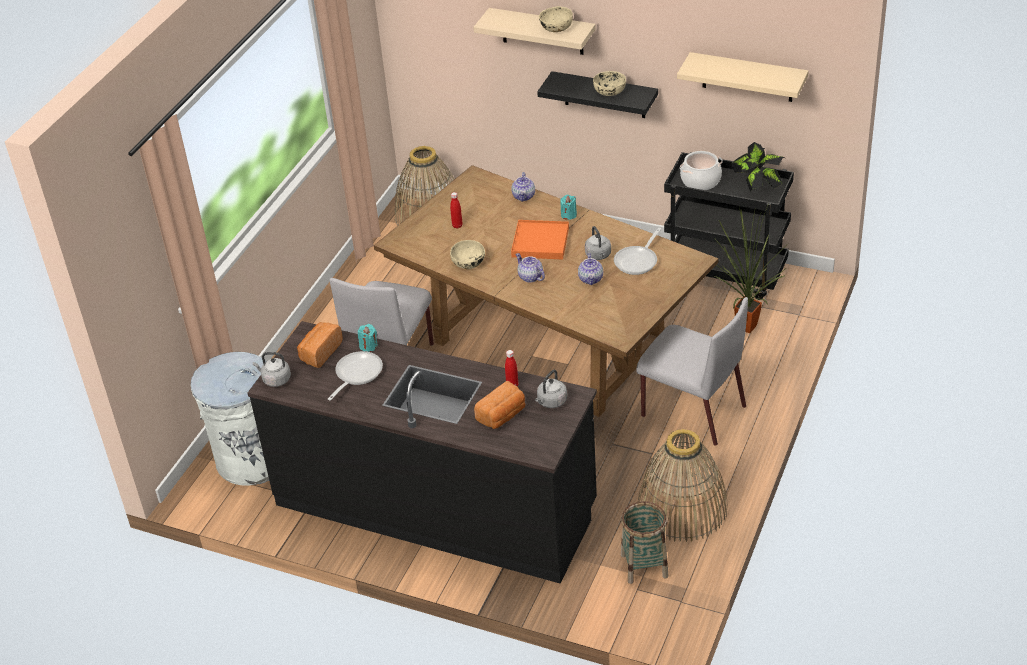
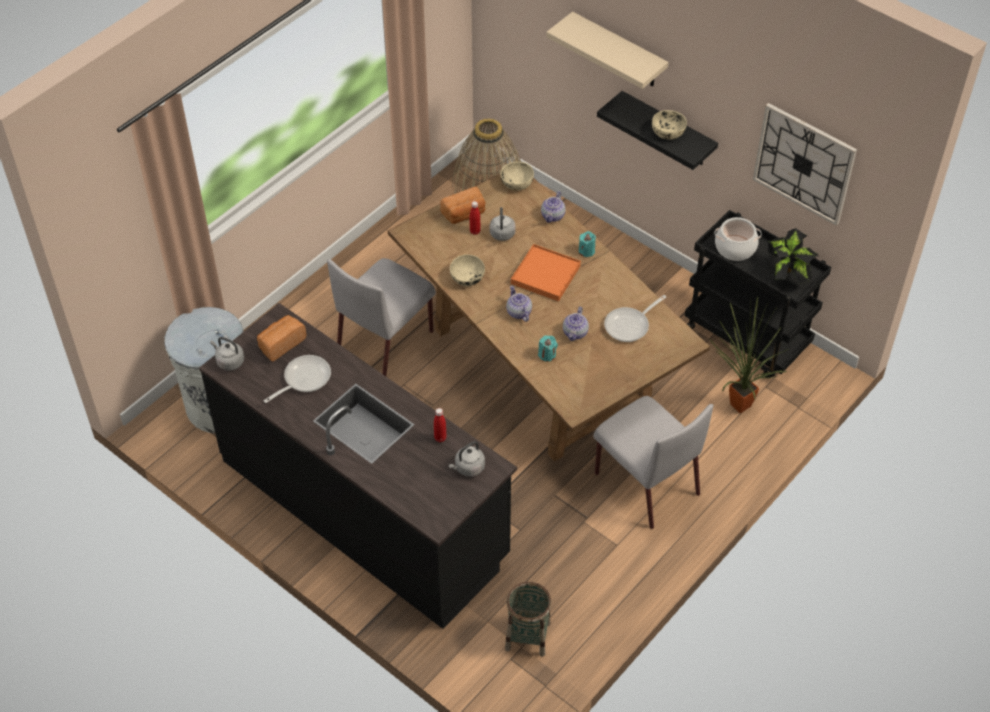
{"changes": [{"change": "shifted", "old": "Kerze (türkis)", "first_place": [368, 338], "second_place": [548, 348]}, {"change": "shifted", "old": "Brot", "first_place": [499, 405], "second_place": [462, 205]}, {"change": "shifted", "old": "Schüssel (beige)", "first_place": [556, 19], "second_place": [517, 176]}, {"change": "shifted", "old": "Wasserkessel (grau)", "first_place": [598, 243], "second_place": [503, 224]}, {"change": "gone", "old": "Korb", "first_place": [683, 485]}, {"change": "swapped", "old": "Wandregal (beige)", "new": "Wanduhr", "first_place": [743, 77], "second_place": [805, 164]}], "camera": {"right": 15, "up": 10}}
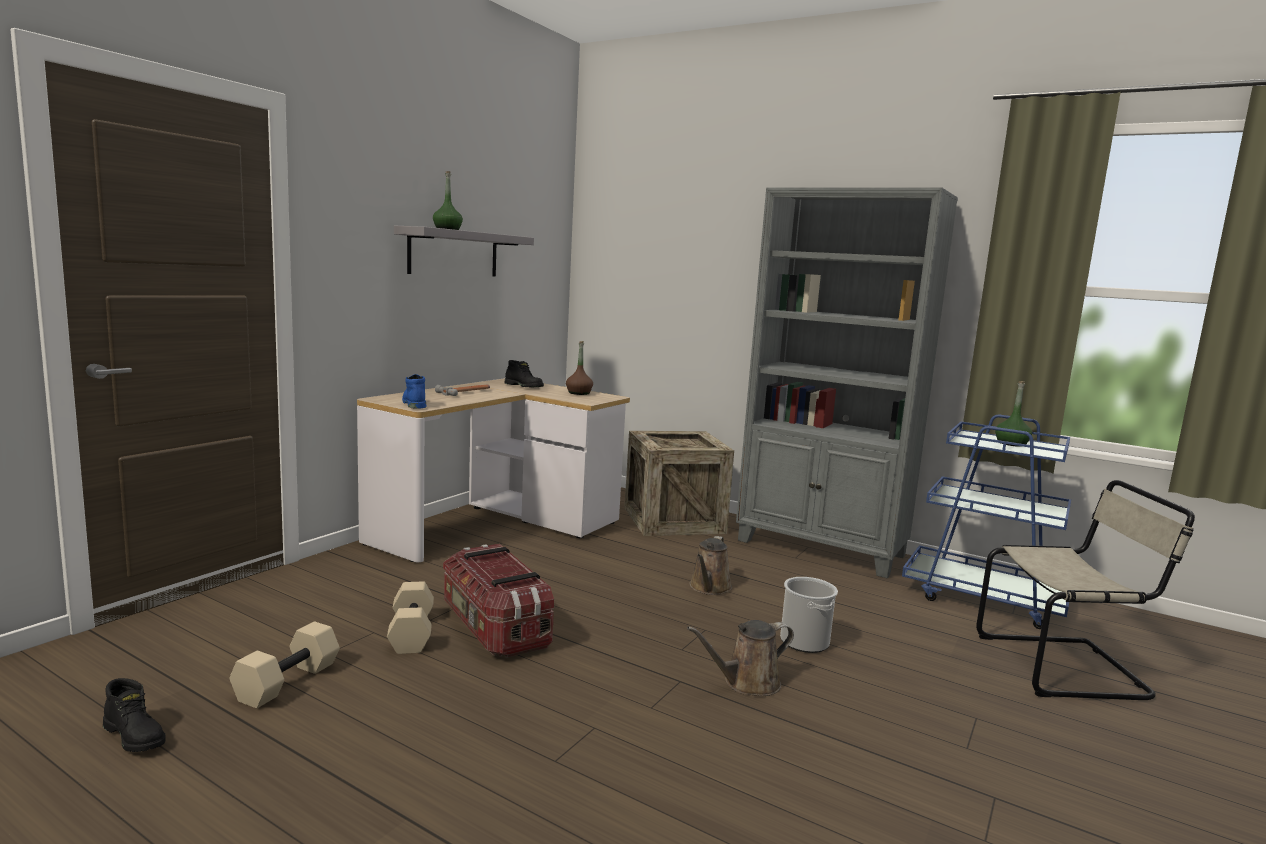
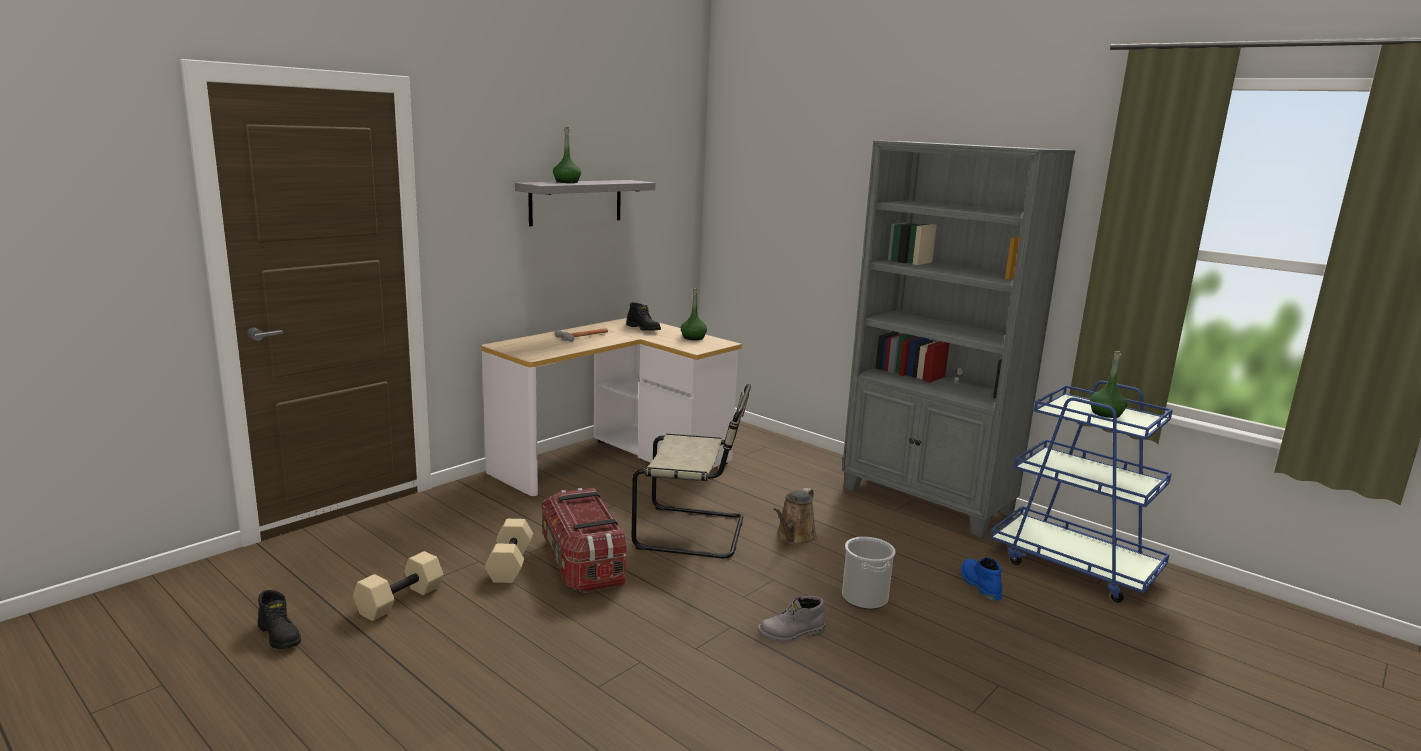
{"changes": [{"change": "shifted", "old": "Stiefel (blau)", "first_place": [414, 391], "second_place": [981, 579]}, {"change": "repainted", "old": "Flasche (braun)", "new": "Flasche (grün)", "first_place": [579, 368], "second_place": [694, 314]}, {"change": "gone", "old": "Kiste", "first_place": [679, 483]}, {"change": "swapped", "old": "Gießkanne (braun)", "new": "Stiefel (grau)", "first_place": [740, 658], "second_place": [791, 619]}, {"change": "shifted", "old": "Stuhl (beige)", "first_place": [1085, 590], "second_place": [691, 471]}], "camera": {"right": 10, "up": 5}}
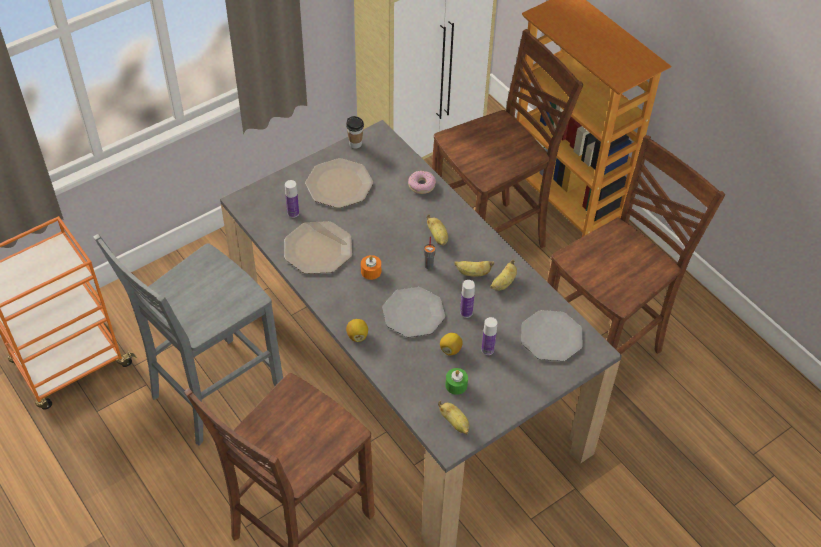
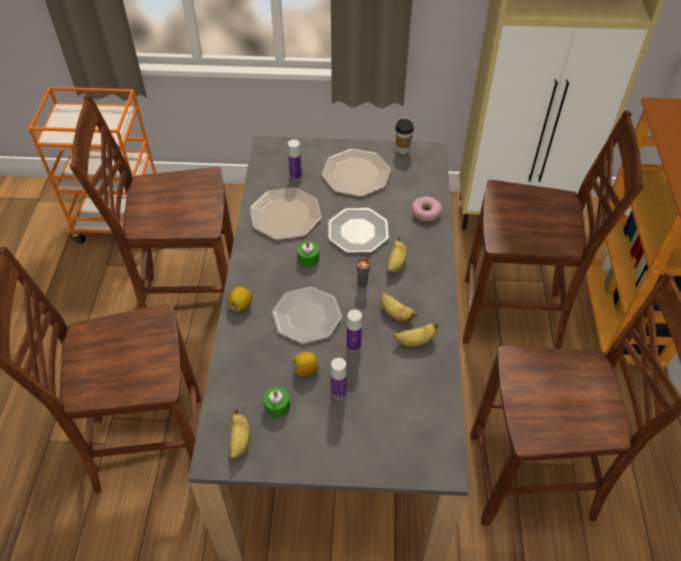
{"changes": [{"change": "repainted", "old": "Stuhl (grau)", "new": "Stuhl (braun)", "first_place": [188, 340], "second_place": [151, 201]}, {"change": "repainted", "old": "Kerze (orange)", "new": "Kerze (grün)", "first_place": [371, 267], "second_place": [308, 254]}, {"change": "shifted", "old": "Teller", "first_place": [551, 335], "second_place": [358, 230]}], "camera": {"right": 40, "up": 0}}
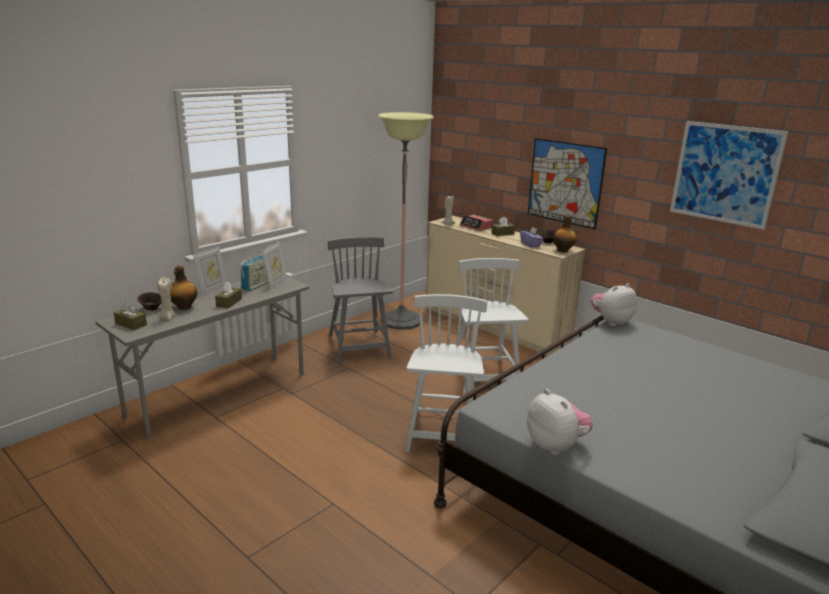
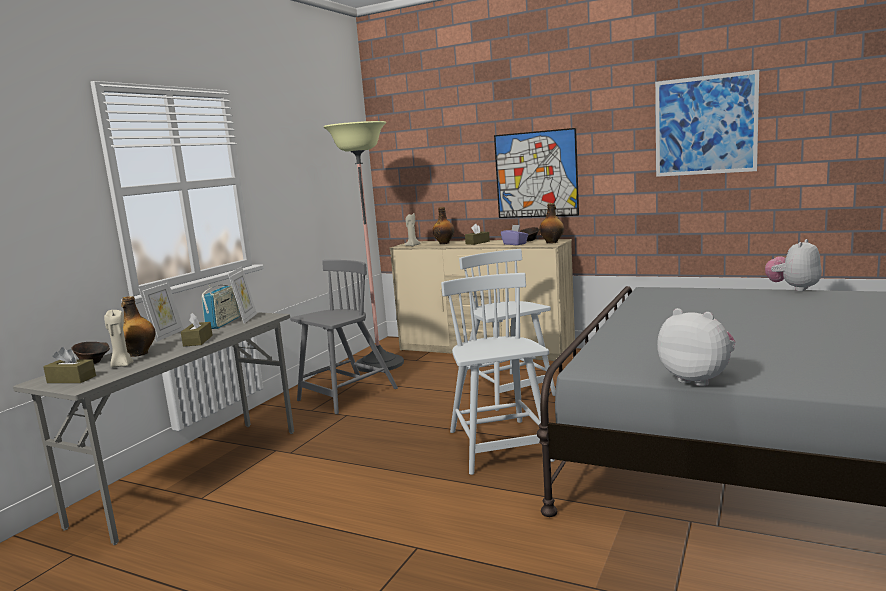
{"changes": [{"change": "rotated", "old": "Stuhl (grau)", "first_place": [360, 300], "second_place": [344, 337], "degrees": 75}, {"change": "swapped", "old": "Wecker", "new": "Flasche", "first_place": [476, 223], "second_place": [443, 225]}, {"change": "shifted", "old": "Plüschtier", "first_place": [614, 304], "second_place": [793, 265]}], "camera": {"right": -15, "up": -10}}
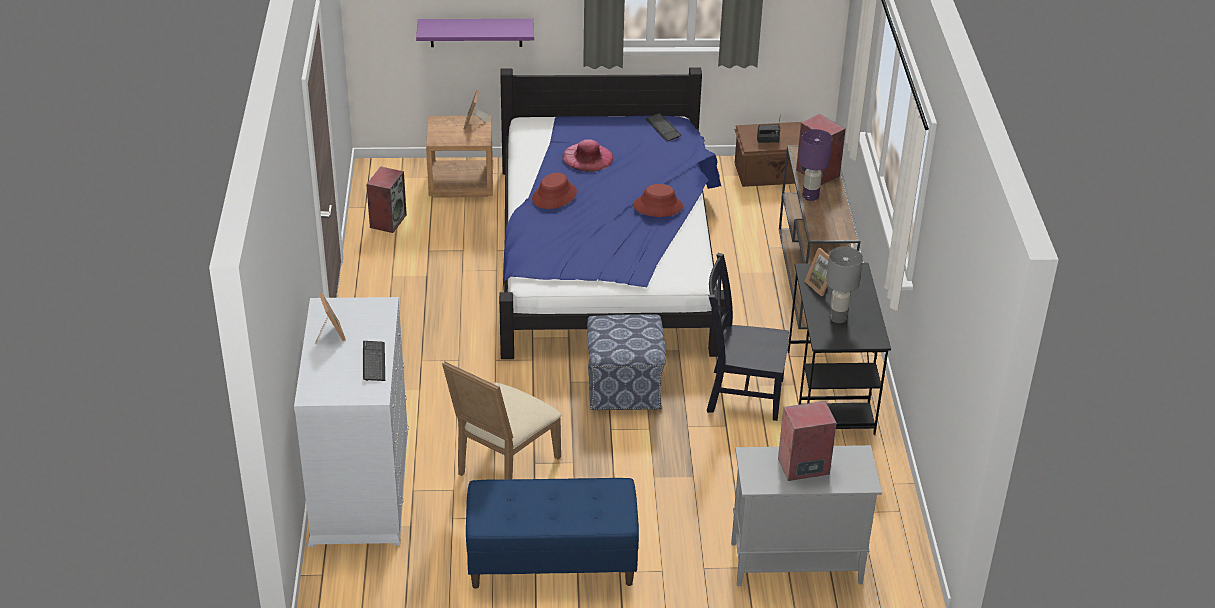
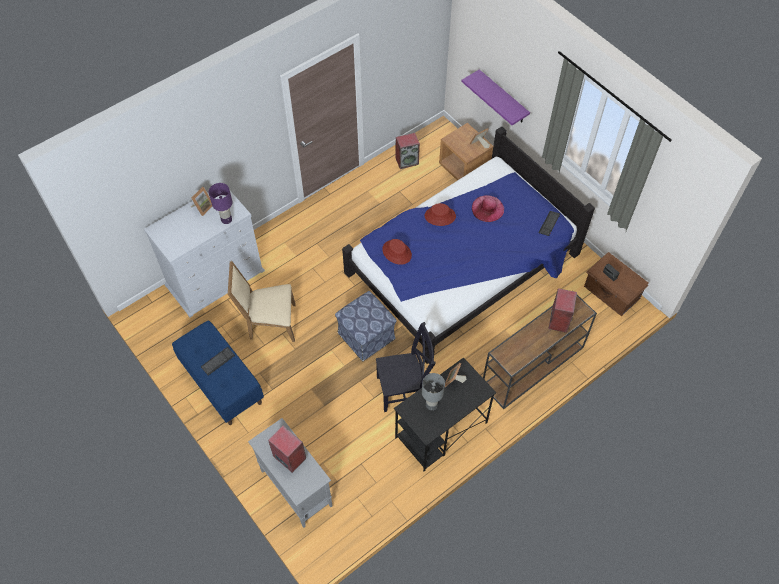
{"changes": [{"change": "shifted", "old": "Tastatur", "first_place": [374, 361], "second_place": [218, 361]}, {"change": "shifted", "old": "Hut (rot)", "first_place": [658, 200], "second_place": [397, 252]}, {"change": "rotated", "old": "Stuhl (schwarz)", "first_place": [748, 337], "second_place": [405, 367], "degrees": 105}, {"change": "shifted", "old": "Tischlampe (lila)", "first_place": [816, 165], "second_place": [220, 203]}], "camera": {"right": 55, "up": 20}}
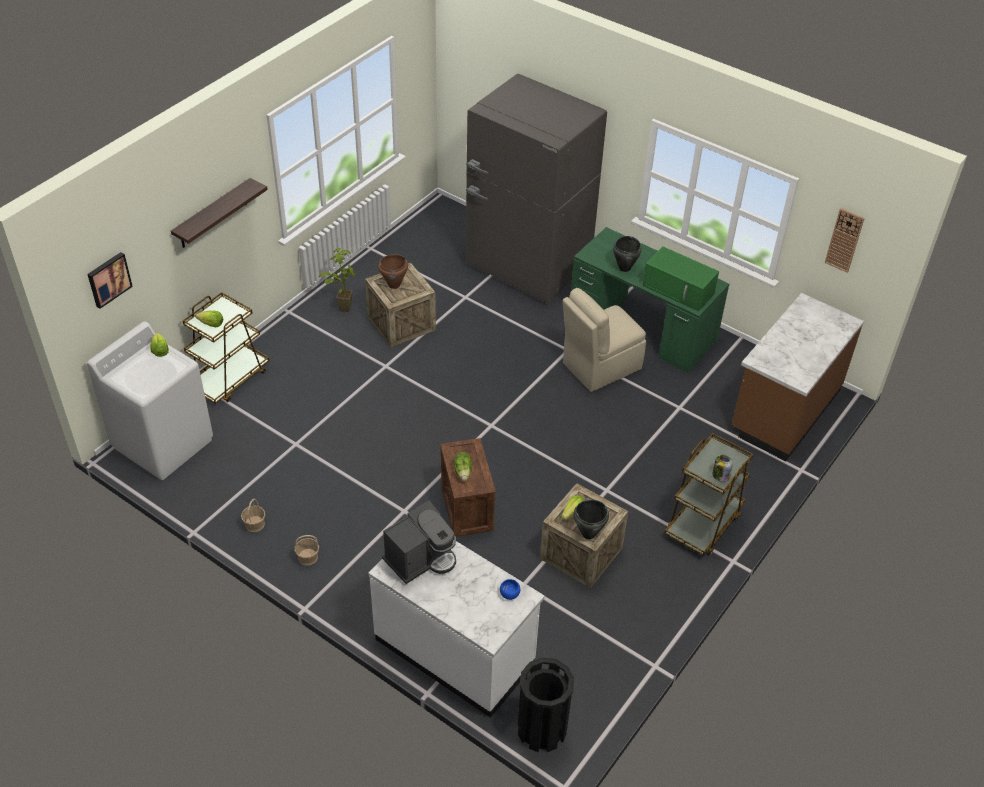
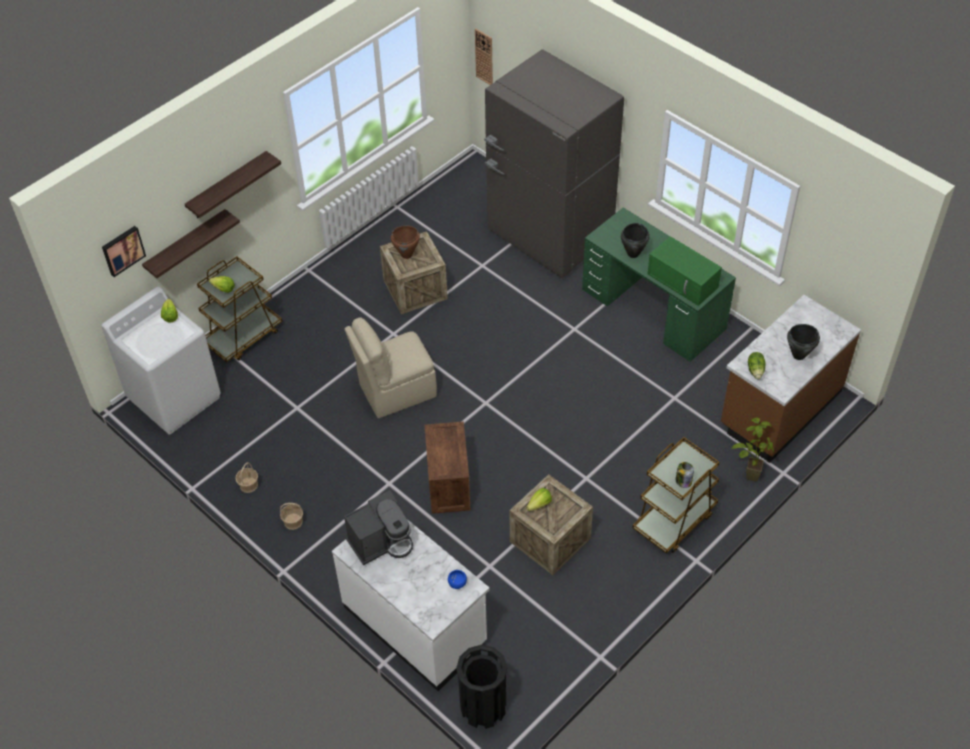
{"changes": [{"change": "shifted", "old": "Topfpflanze", "first_place": [336, 280], "second_place": [753, 449]}, {"change": "shifted", "old": "Salatkopf", "first_place": [463, 466], "second_place": [757, 365]}, {"change": "shifted", "old": "Stuhl (beige)", "first_place": [604, 340], "second_place": [391, 367]}, {"change": "shifted", "old": "Kochtopf (schwarz)", "first_place": [591, 519], "second_place": [803, 342]}, {"change": "shifted", "old": "Wanduhr", "first_place": [845, 240], "second_place": [484, 57]}, {"change": "new", "new": "Wandregal", "second_place": [191, 243]}], "camera": {"right": 10, "up": 5}}
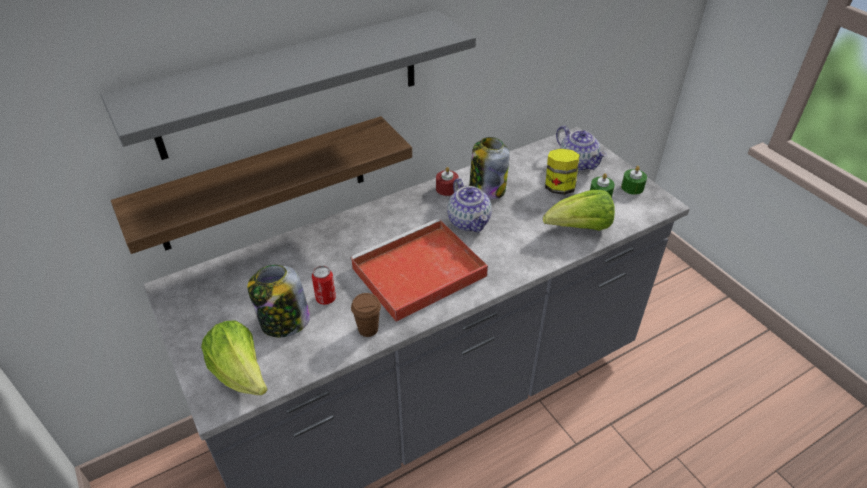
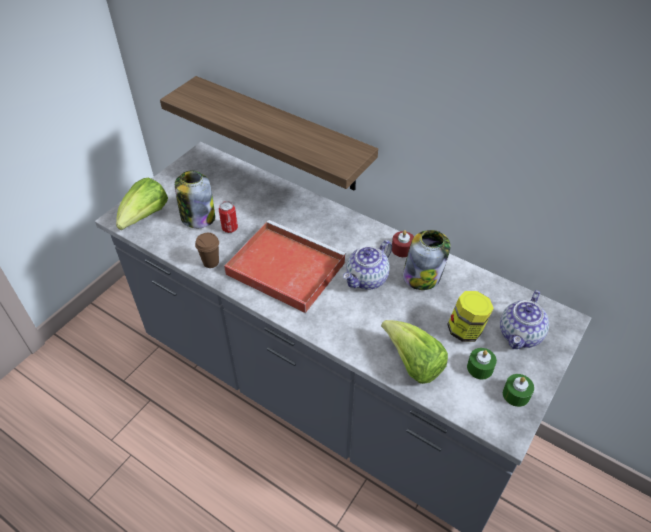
{"changes": [{"change": "gone", "old": "Wandregal (grau)", "first_place": [288, 85]}], "camera": {"right": 65, "up": 5}}
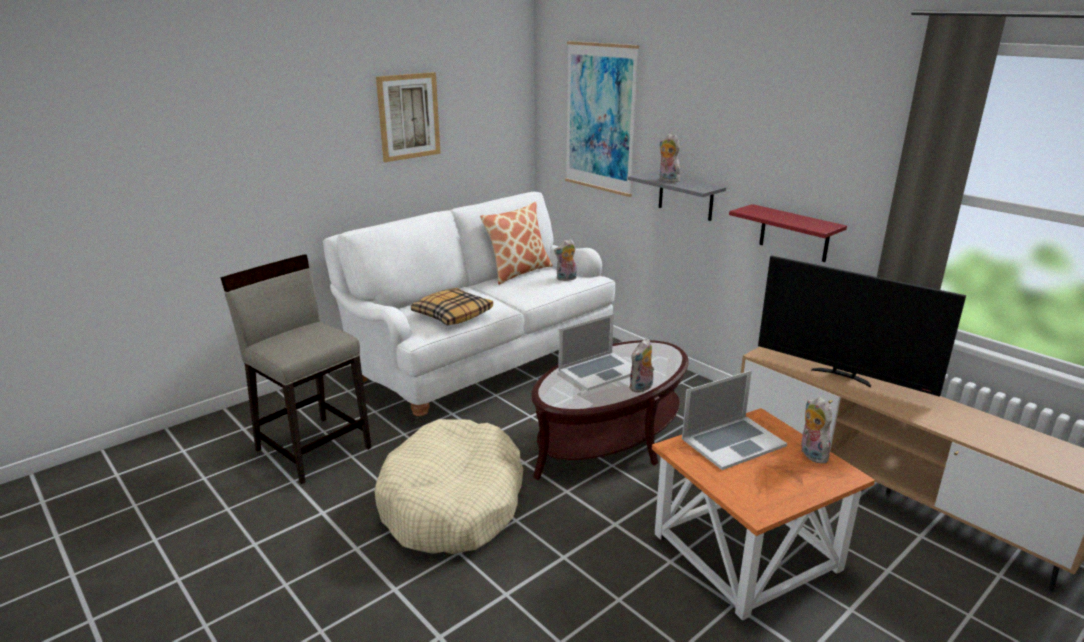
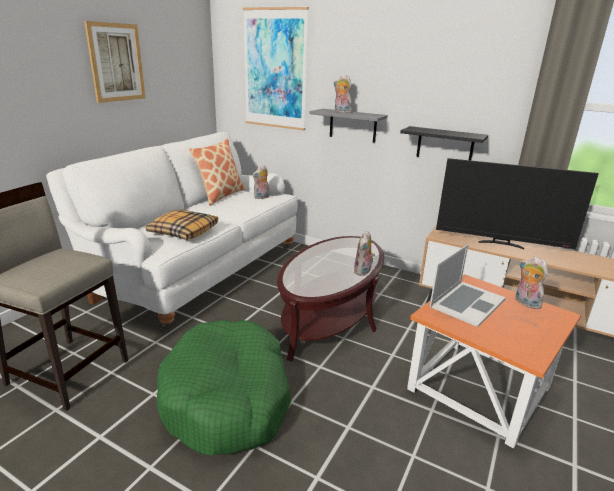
{"changes": [{"change": "repainted", "old": "Hundebett (beige)", "new": "Hundebett (grün)", "first_place": [449, 486], "second_place": [223, 387]}, {"change": "gone", "old": "Laptop", "first_place": [595, 352]}, {"change": "repainted", "old": "Wandregal (rot)", "new": "Wandregal (schwarz)", "first_place": [788, 233], "second_place": [444, 143]}], "camera": {"right": -20, "up": 0}}
